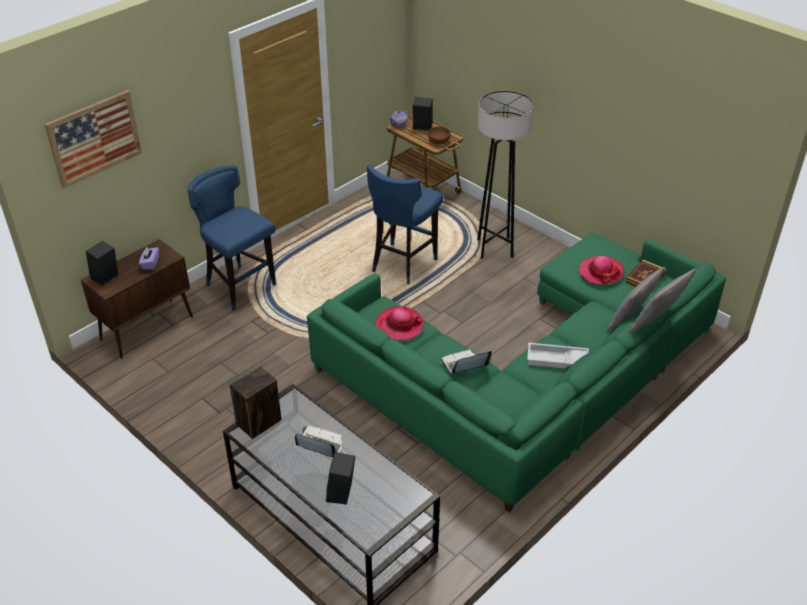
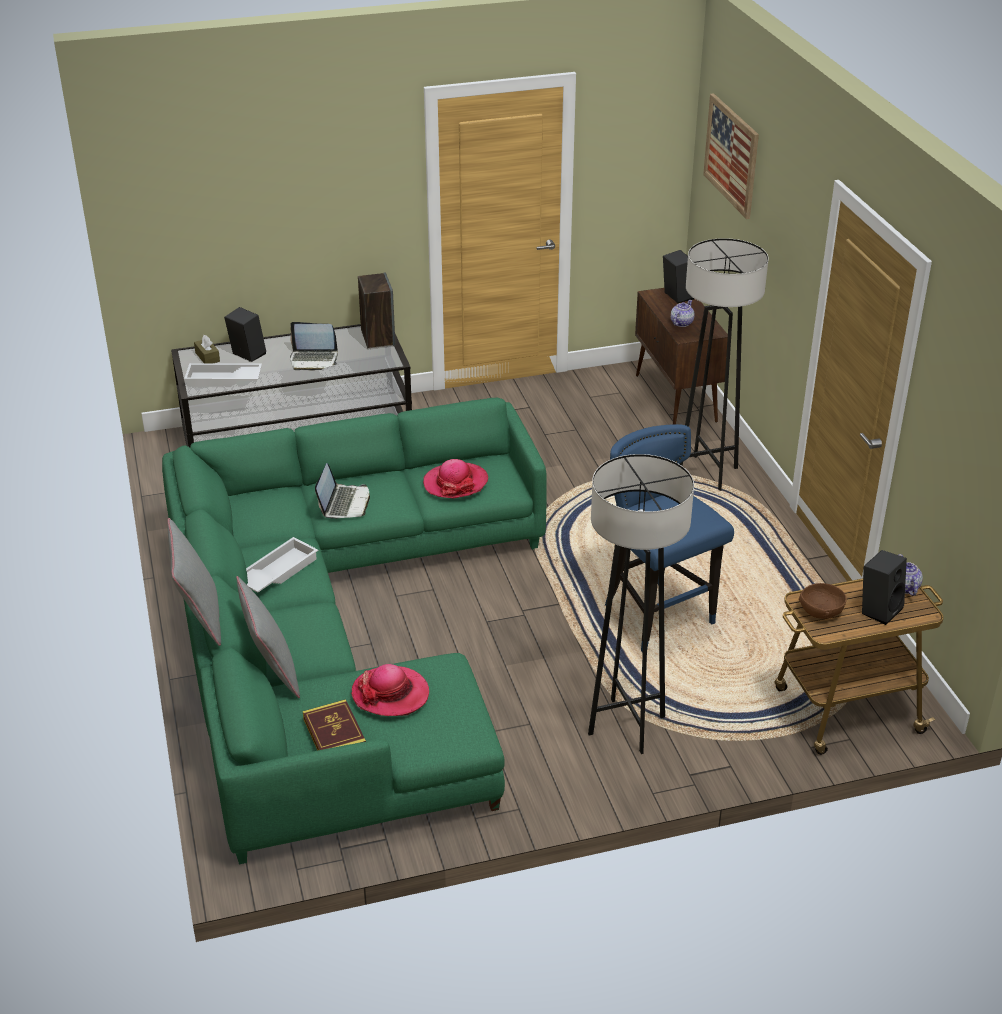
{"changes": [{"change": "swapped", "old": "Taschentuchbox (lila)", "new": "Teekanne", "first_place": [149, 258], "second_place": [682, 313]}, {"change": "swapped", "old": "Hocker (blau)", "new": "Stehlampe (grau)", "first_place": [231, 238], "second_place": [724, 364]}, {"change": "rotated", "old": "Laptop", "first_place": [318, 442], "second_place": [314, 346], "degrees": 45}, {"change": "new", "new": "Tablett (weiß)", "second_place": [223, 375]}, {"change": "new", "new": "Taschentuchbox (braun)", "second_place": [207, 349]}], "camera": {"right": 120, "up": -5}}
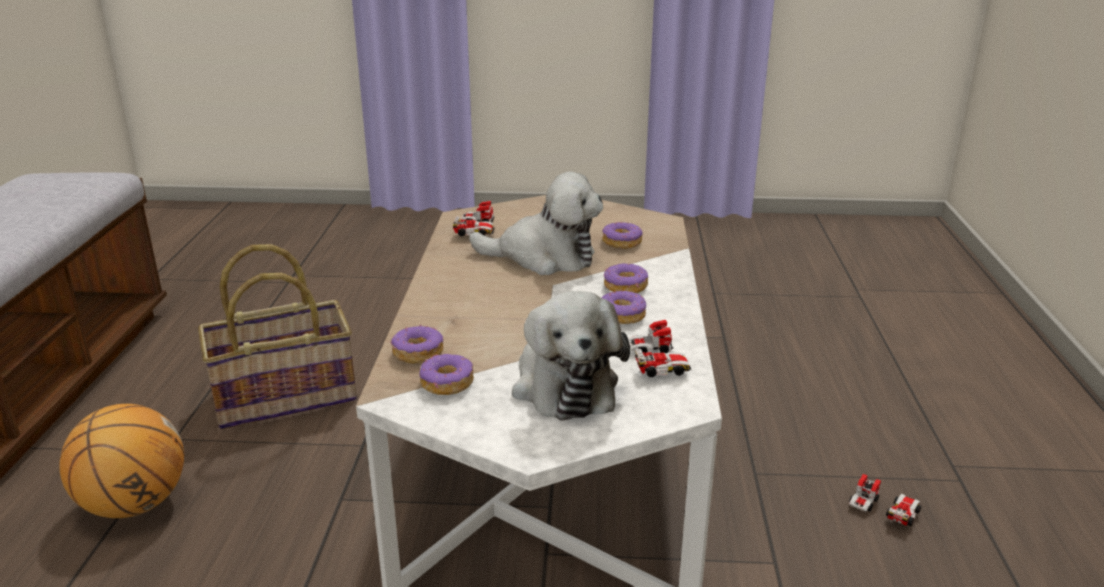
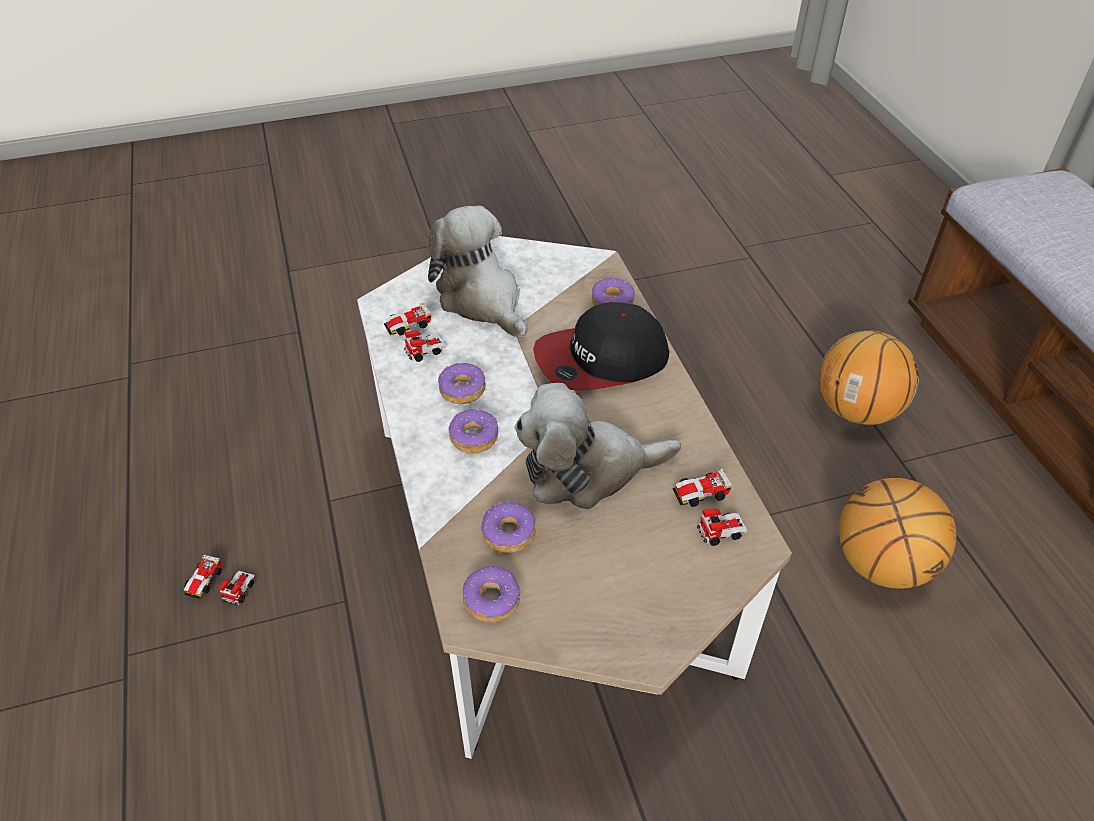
{"changes": [{"change": "swapped", "old": "Korb", "new": "Basketball", "first_place": [277, 336], "second_place": [897, 533]}, {"change": "shifted", "old": "Donut", "first_place": [447, 374], "second_place": [491, 594]}, {"change": "new", "new": "Kappe", "second_place": [601, 346]}], "camera": {"right": 160, "up": 20}}
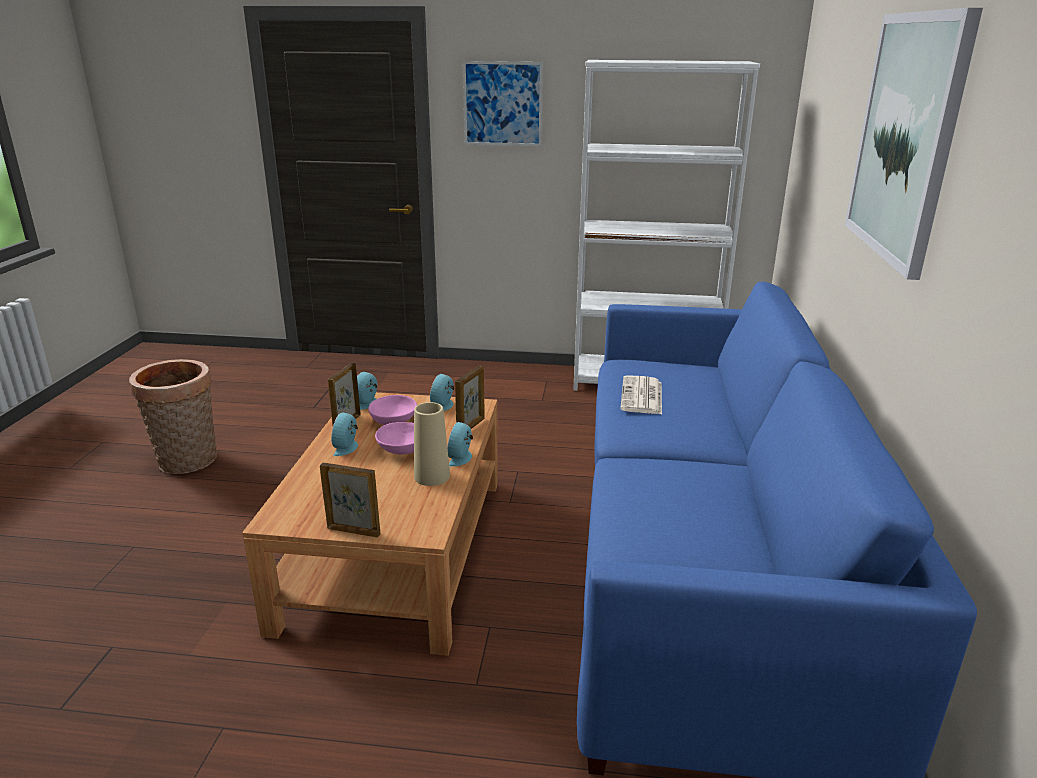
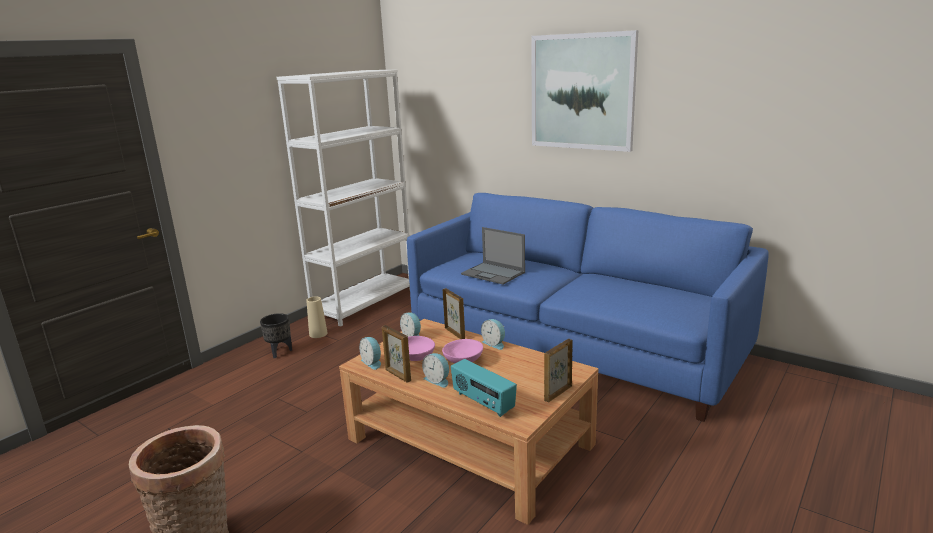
{"changes": [{"change": "shifted", "old": "Vase (beige)", "first_place": [432, 444], "second_place": [317, 317]}, {"change": "gone", "old": "Bild", "first_place": [503, 103]}, {"change": "swapped", "old": "Zeitung", "new": "Laptop", "first_place": [641, 394], "second_place": [493, 255]}, {"change": "new", "new": "Pflanzkübel (schwarz)", "second_place": [276, 335]}, {"change": "new", "new": "Radio", "second_place": [484, 388]}], "camera": {"right": -60, "up": -5}}
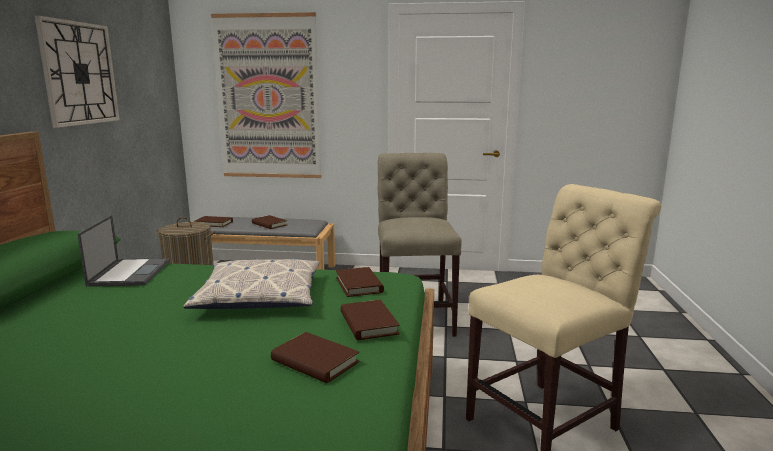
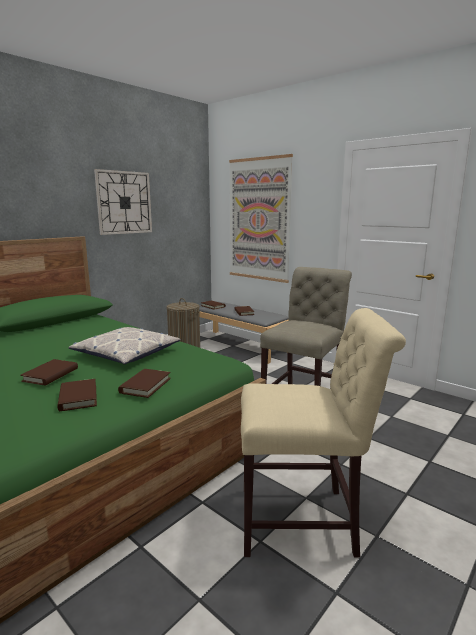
{"changes": [{"change": "gone", "old": "Laptop", "first_place": [123, 251]}, {"change": "shifted", "old": "Buch (braun)", "first_place": [360, 282], "second_place": [49, 372]}], "camera": {"right": 35, "up": 0}}
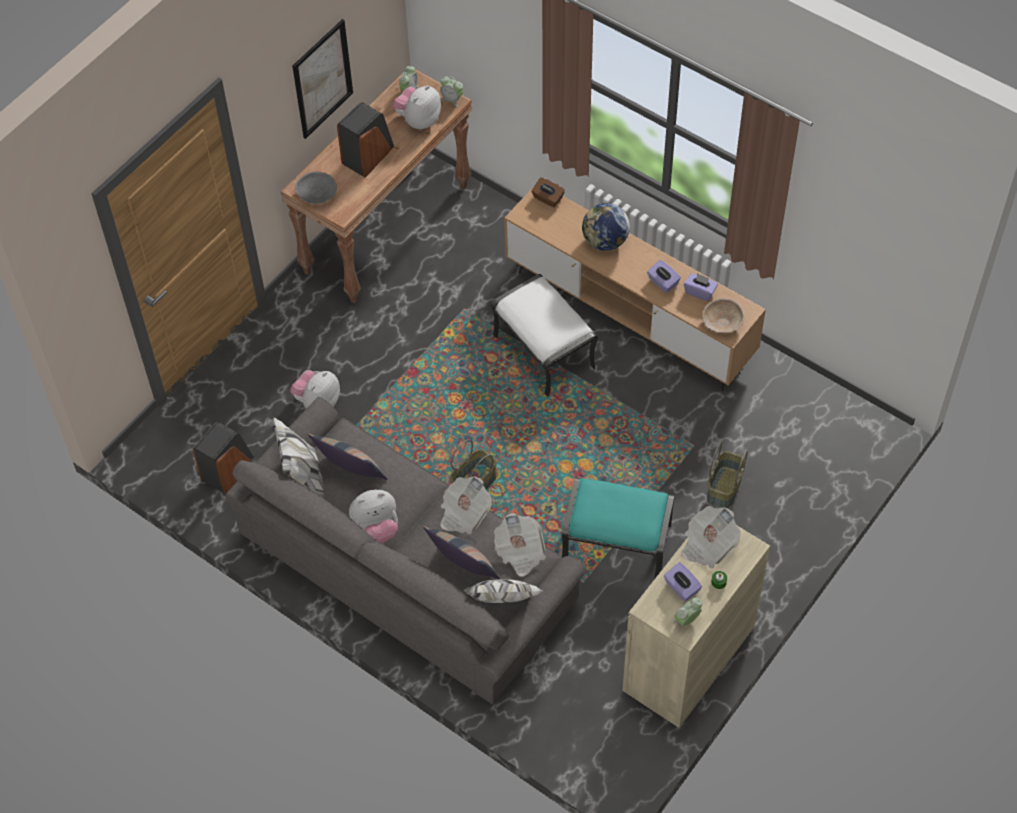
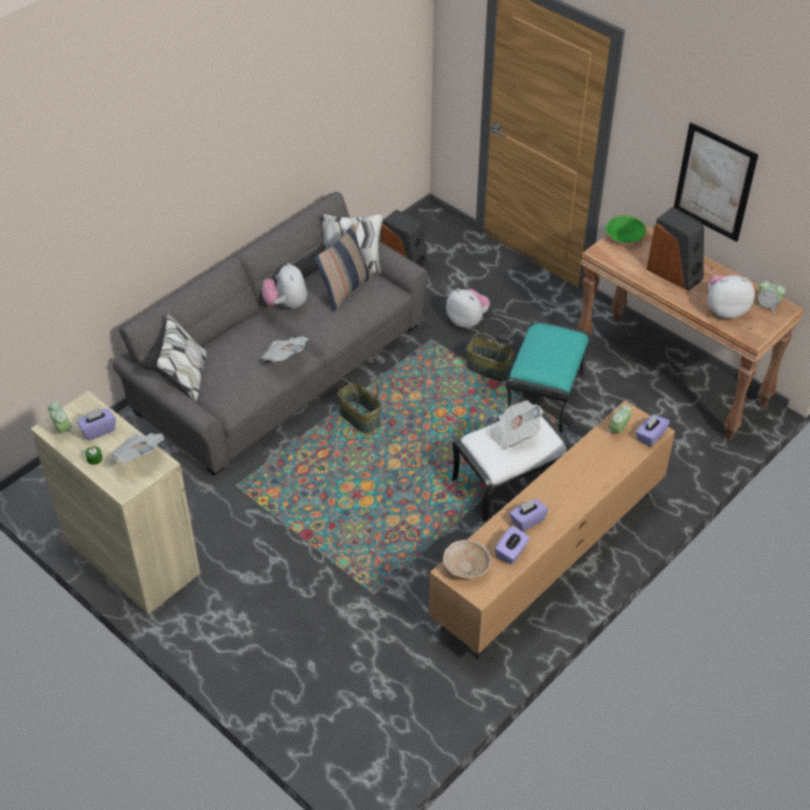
{"changes": [{"change": "repainted", "old": "Schüssel (grau)", "new": "Schüssel (grün)", "first_place": [316, 187], "second_place": [626, 229]}, {"change": "rotated", "old": "Plüschtier", "first_place": [416, 107], "second_place": [731, 296], "degrees": -45}, {"change": "gone", "old": "Kissen", "first_place": [461, 553]}, {"change": "shifted", "old": "Wecker", "first_place": [451, 91], "second_place": [619, 419]}, {"change": "shifted", "old": "Zeitung", "first_place": [520, 545], "second_place": [515, 425]}, {"change": "repainted", "old": "Taschentuchbox (braun)", "new": "Taschentuchbox (lila)", "first_place": [548, 192], "second_place": [653, 430]}, {"change": "shifted", "old": "Polsterhocker (türkis)", "first_place": [618, 527], "second_place": [548, 376]}, {"change": "gone", "old": "Globus", "first_place": [606, 227]}, {"change": "shifted", "old": "Korb", "first_place": [727, 475], "second_place": [490, 350]}], "camera": {"right": 95, "up": -10}}
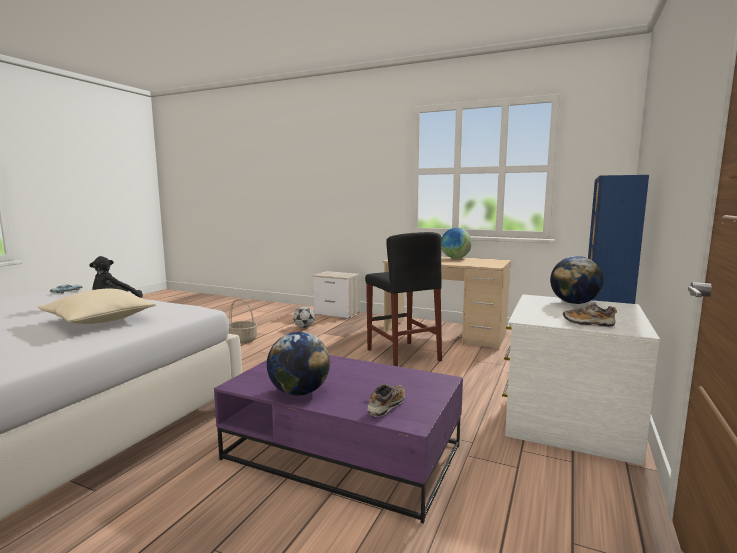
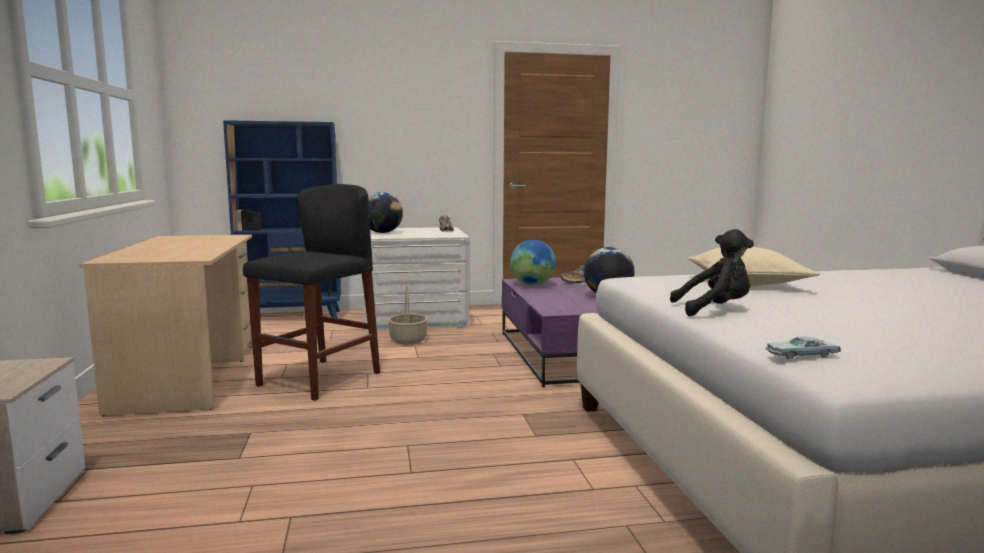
{"changes": [{"change": "shifted", "old": "Korb", "first_place": [243, 321], "second_place": [408, 313]}, {"change": "gone", "old": "Fußball", "first_place": [304, 317]}, {"change": "shifted", "old": "Globus", "first_place": [456, 243], "second_place": [533, 263]}], "camera": {"right": -125, "up": 0}}
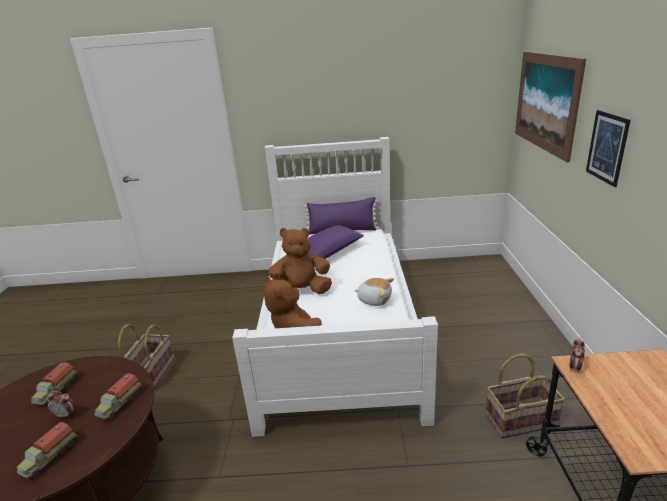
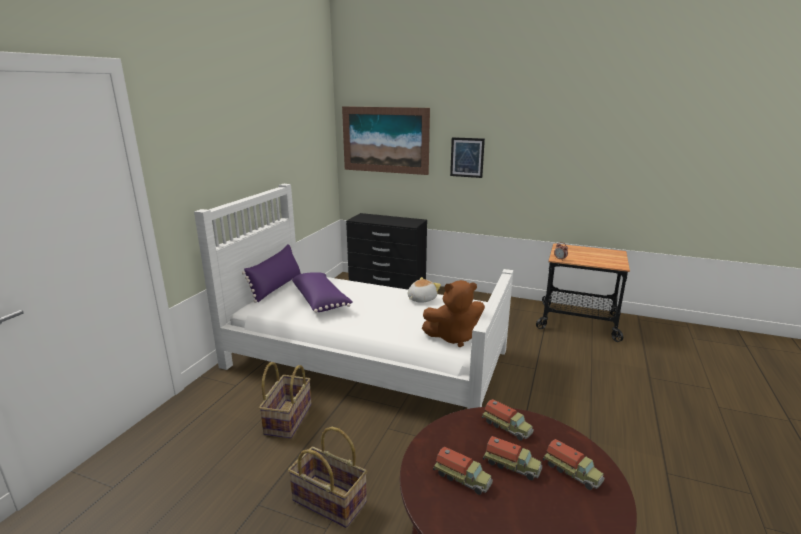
{"changes": [{"change": "swapped", "old": "Wecker", "new": "Spielzeuglaster", "first_place": [61, 404], "second_place": [512, 458]}, {"change": "gone", "old": "Plüschtier (braun)", "first_place": [298, 261]}, {"change": "shifted", "old": "Korb", "first_place": [525, 396], "second_place": [285, 400]}, {"change": "new", "new": "Kommode (schwarz)", "second_place": [386, 251]}], "camera": {"right": -70, "up": -5}}
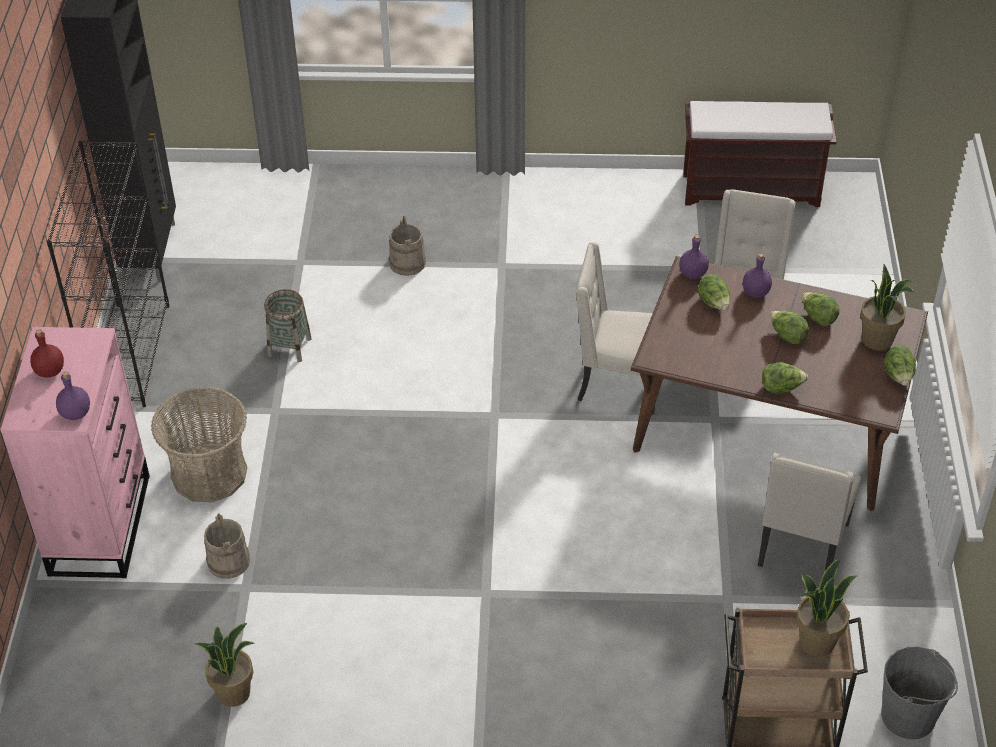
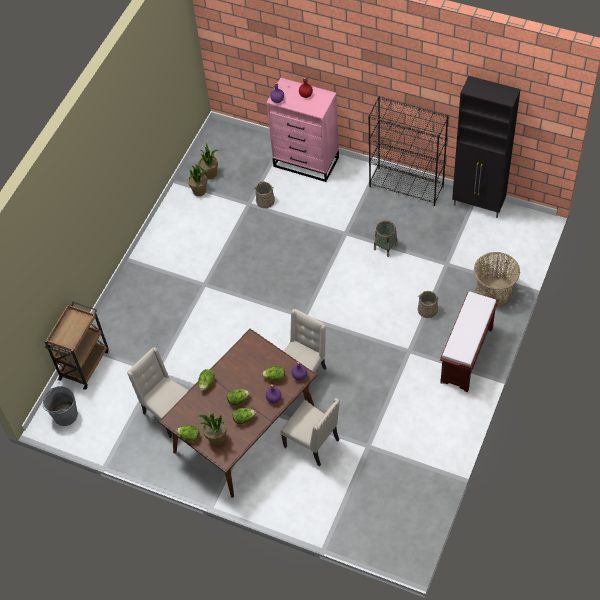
{"changes": [{"change": "shifted", "old": "Korb", "first_place": [199, 445], "second_place": [497, 279]}, {"change": "shifted", "old": "Bank (braun)", "first_place": [759, 154], "second_place": [469, 341]}, {"change": "shifted", "old": "Topfpflanze", "first_place": [826, 607], "second_place": [209, 161]}], "camera": {"right": 115, "up": 10}}
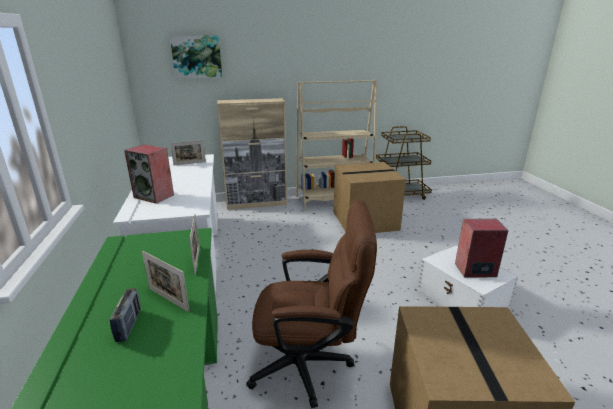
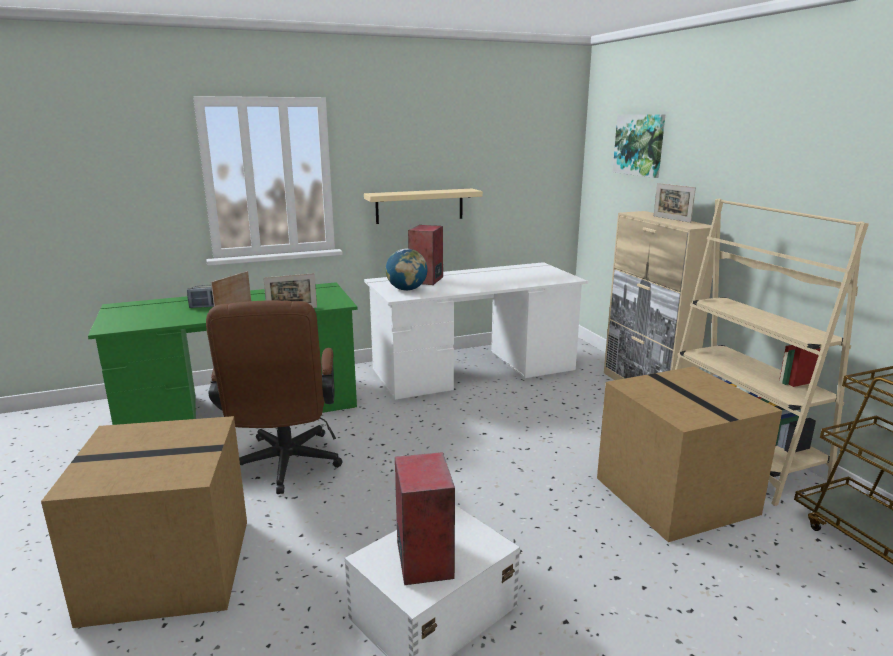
{"changes": [{"change": "shifted", "old": "Bilderrahmen", "first_place": [188, 152], "second_place": [675, 203]}, {"change": "new", "new": "Wandregal (beige)", "second_place": [423, 206]}, {"change": "new", "new": "Globus", "second_place": [406, 270]}], "camera": {"right": 80, "up": -5}}
